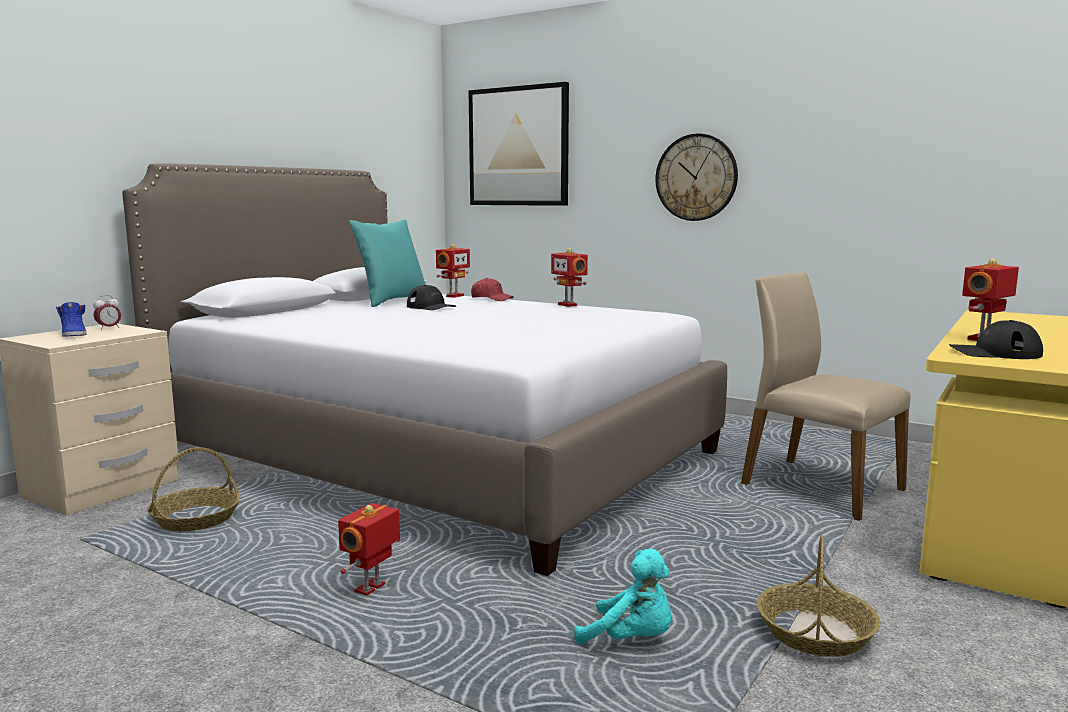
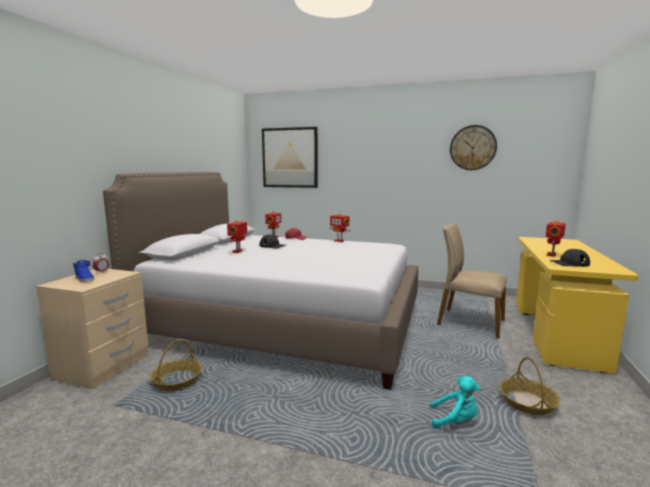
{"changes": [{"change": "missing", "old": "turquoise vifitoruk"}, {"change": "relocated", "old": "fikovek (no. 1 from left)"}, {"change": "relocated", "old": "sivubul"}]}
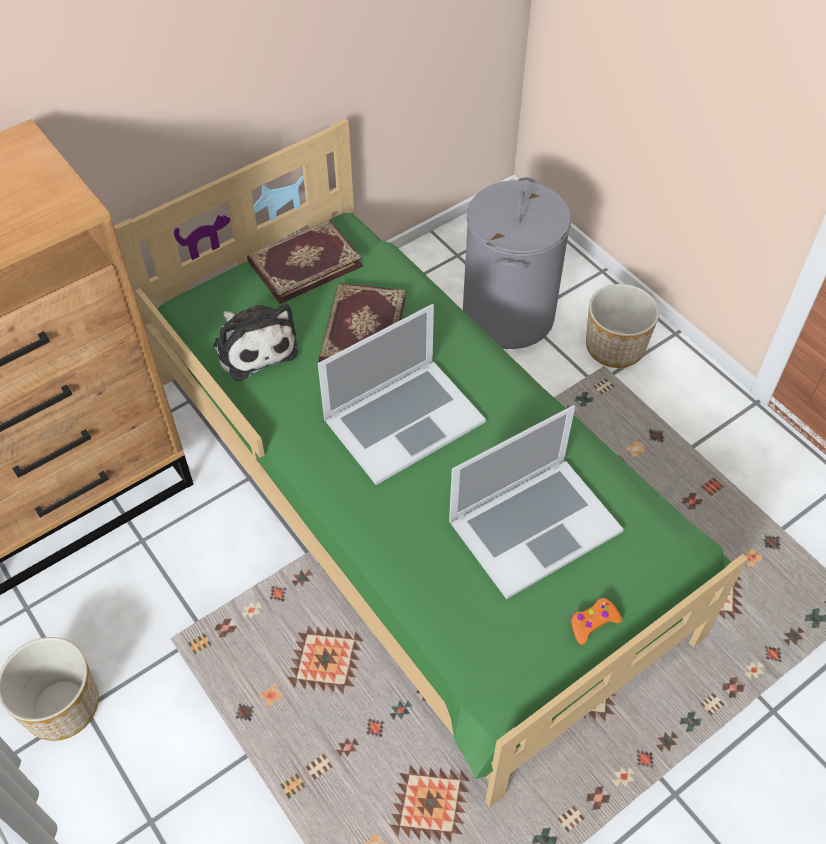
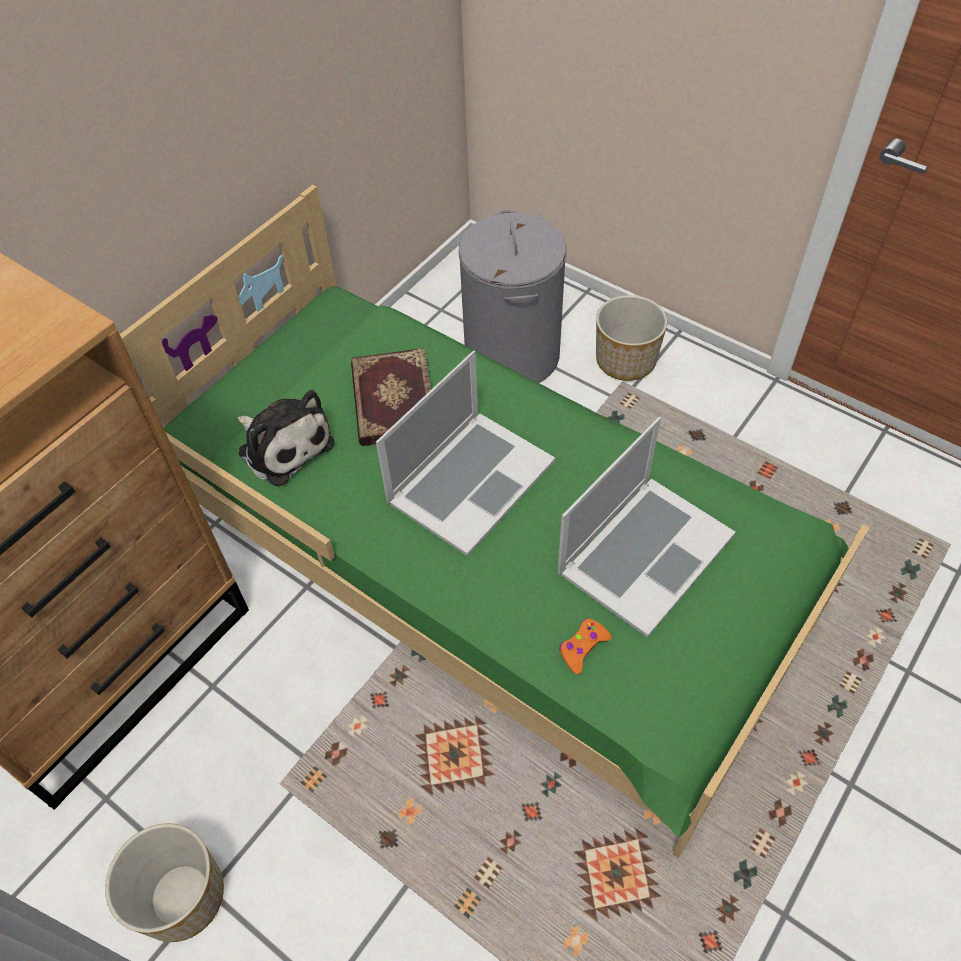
{"changes": [{"change": "missing", "old": "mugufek (no. 1 from left)"}, {"change": "relocated", "old": "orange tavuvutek"}]}
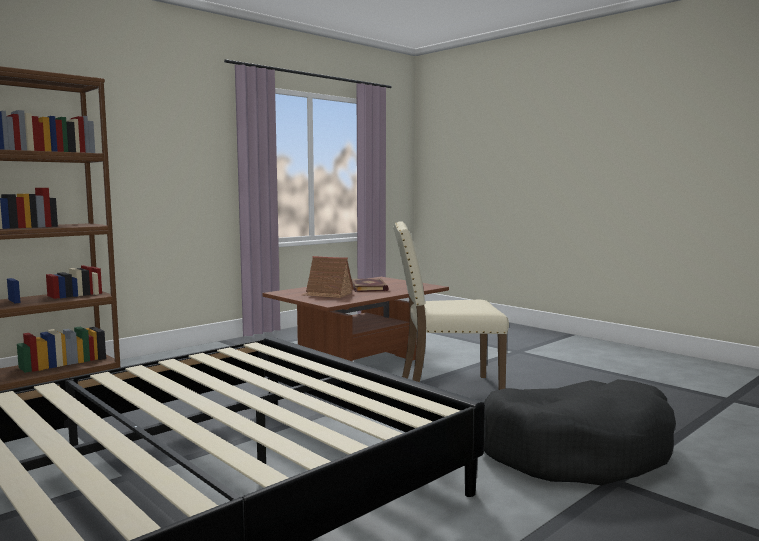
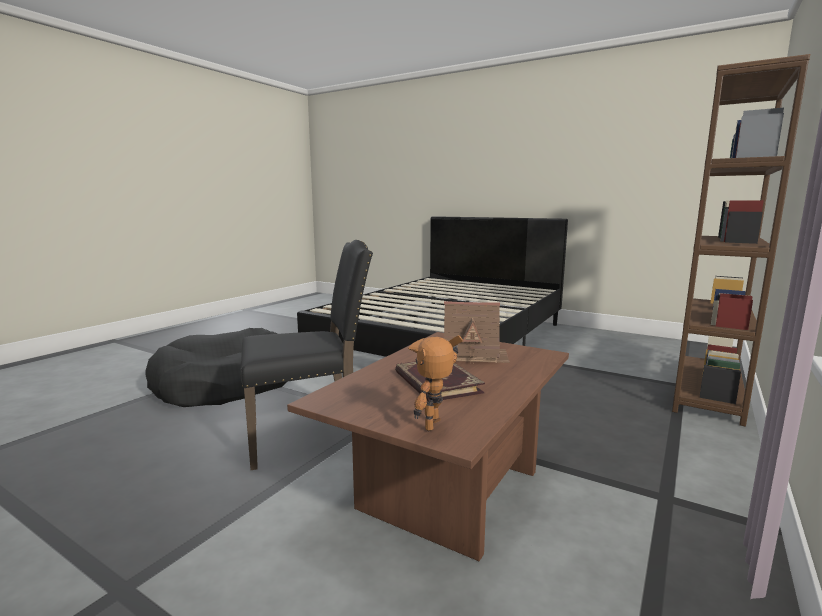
{"changes": [{"change": "appeared", "new": "fikovek"}, {"change": "colour", "old": "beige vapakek", "new": "black vapakek"}]}
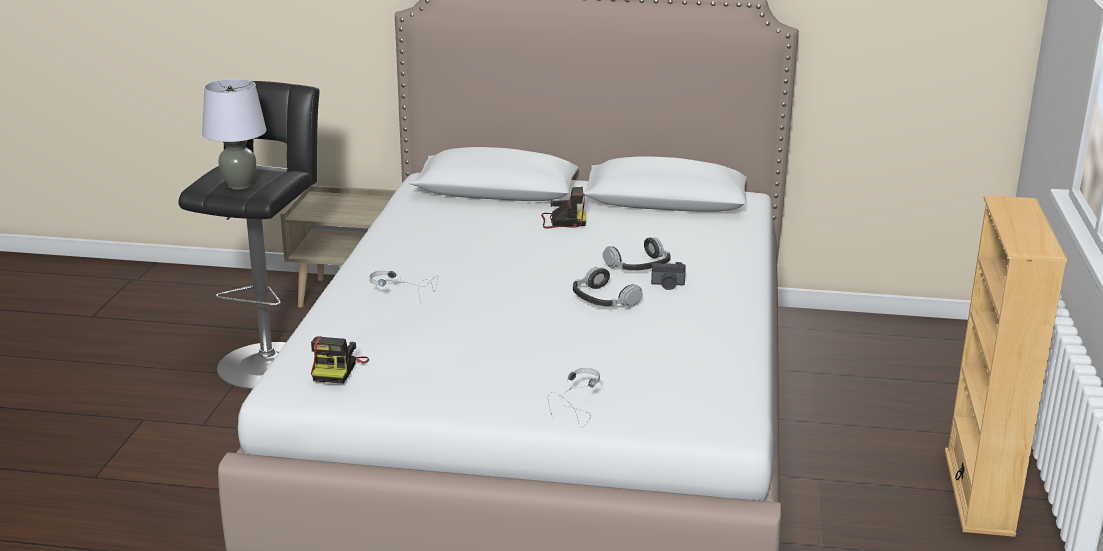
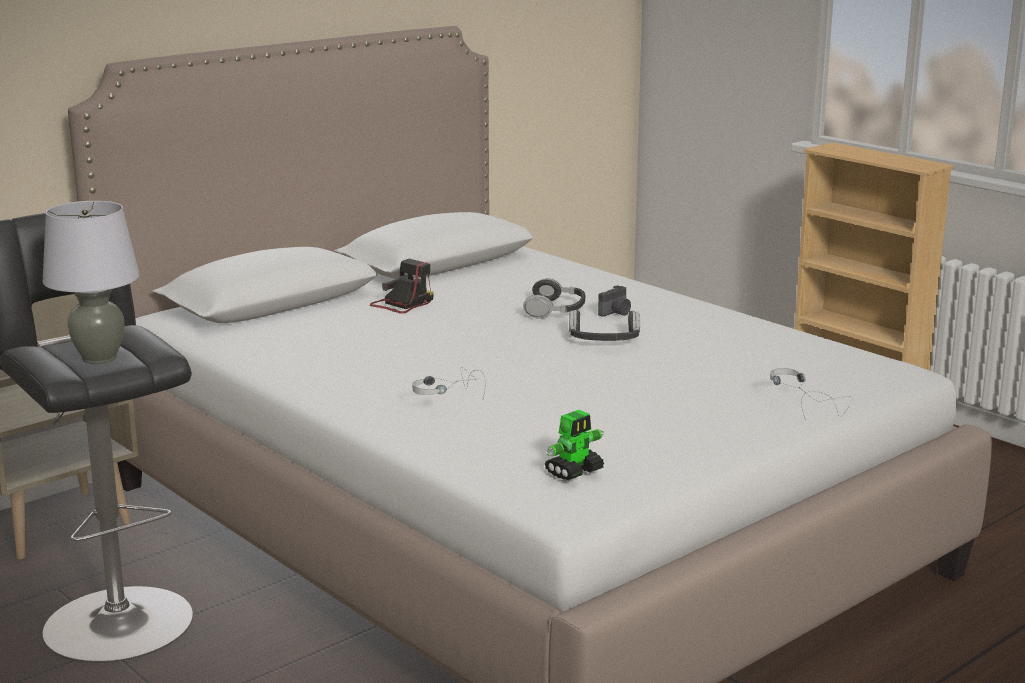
{"changes": [{"change": "exchanged", "old": "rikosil (no. 1 from left)", "new": "fikovek"}]}
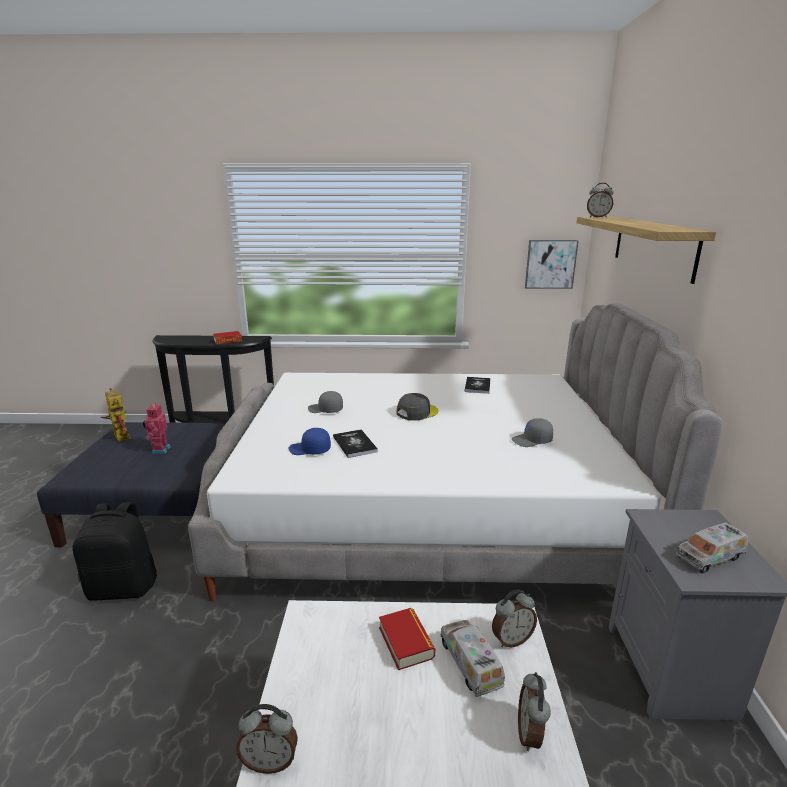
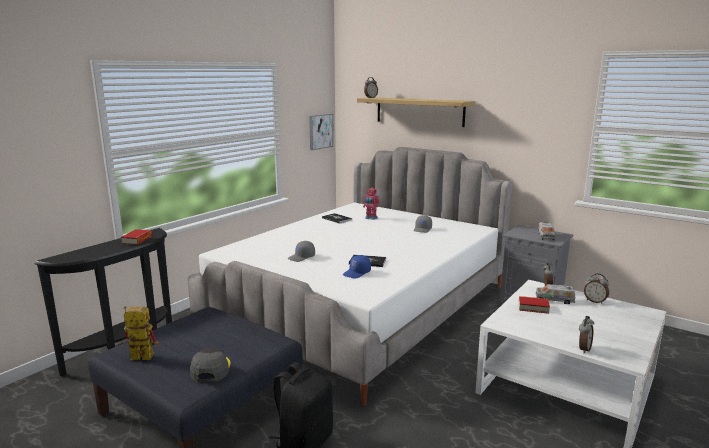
{"changes": [{"change": "relocated", "old": "fikovek (no. 2 from left)"}, {"change": "relocated", "old": "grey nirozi (no. 2 from left in the first image)", "new": "grey nirozi (no. 1 from left)"}]}
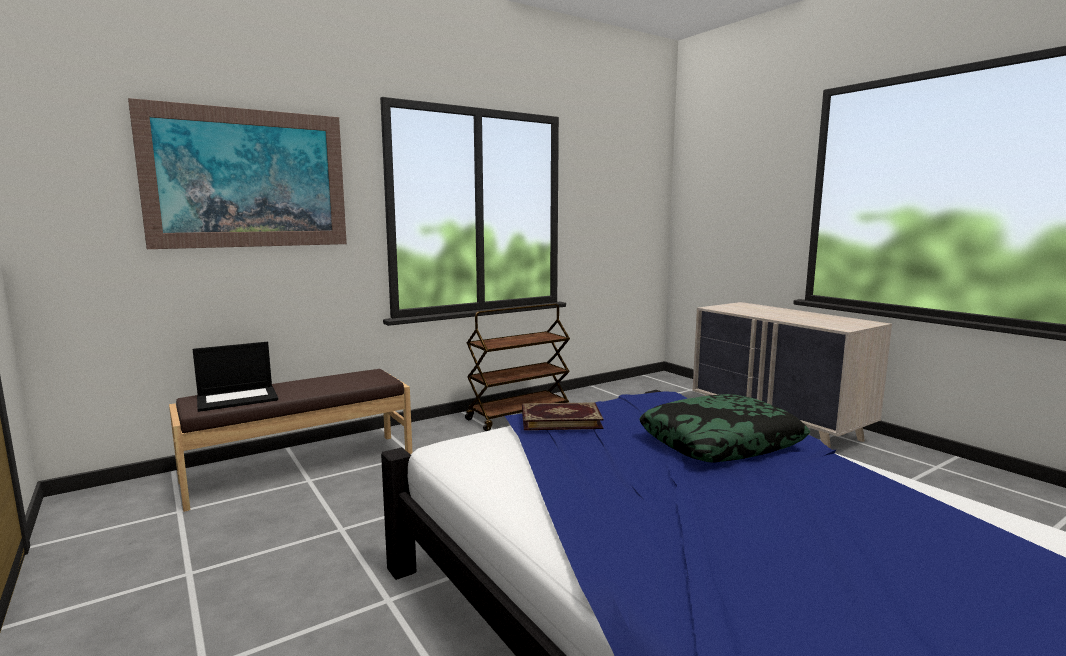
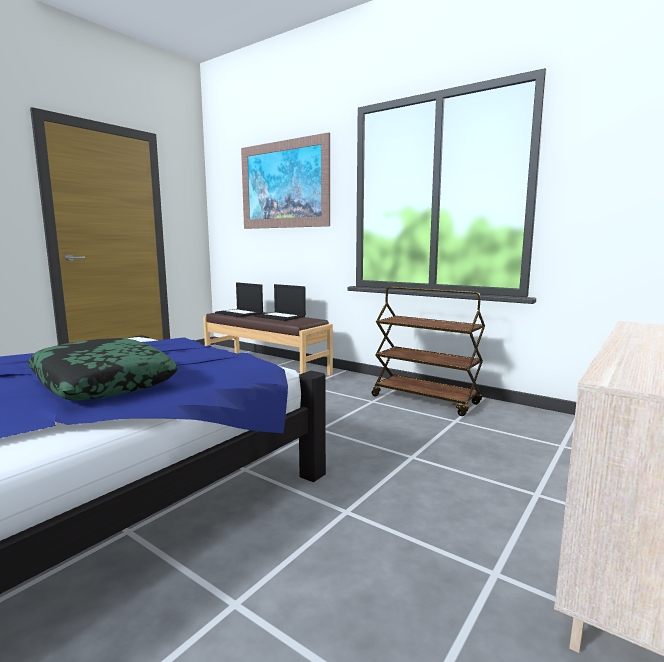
{"changes": [{"change": "missing", "old": "mugufek"}, {"change": "appeared", "new": "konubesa (no. 2 from left)"}]}
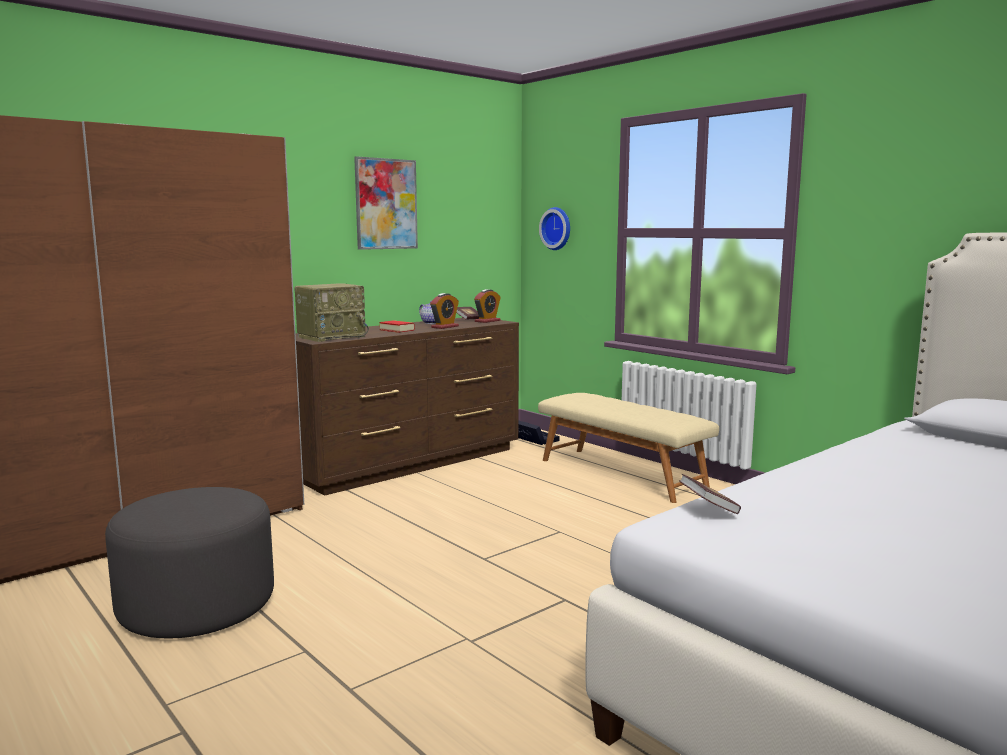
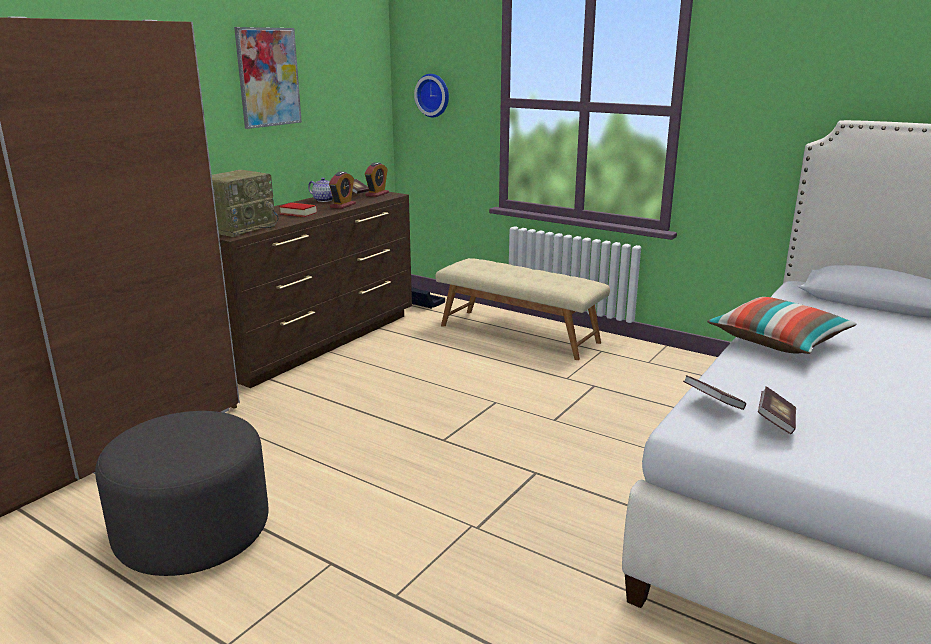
{"changes": [{"change": "appeared", "new": "vifitoruk"}, {"change": "appeared", "new": "mugufek (no. 4 from left)"}]}
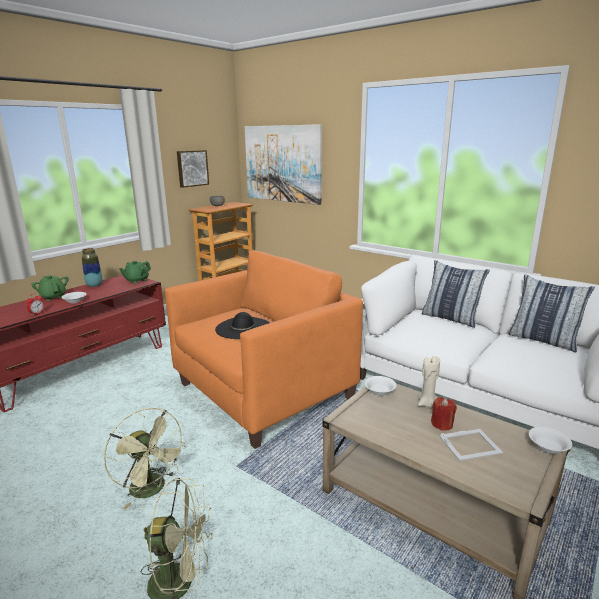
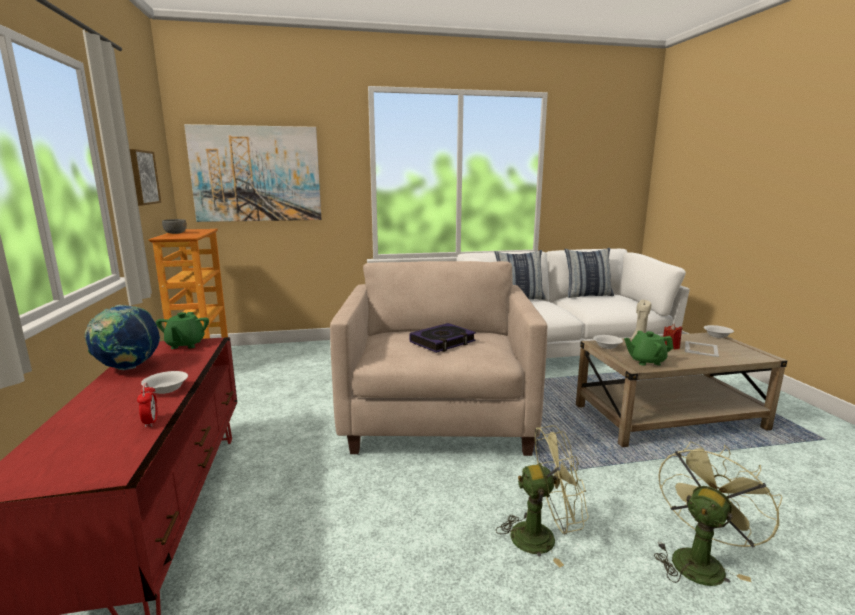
{"changes": [{"change": "relocated", "old": "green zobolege (no. 1 from left in the first image)", "new": "green zobolege (no. 2 from left)"}, {"change": "exchanged", "old": "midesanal", "new": "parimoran"}, {"change": "exchanged", "old": "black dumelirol", "new": "mugufek"}, {"change": "colour", "old": "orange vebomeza", "new": "beige vebomeza"}]}
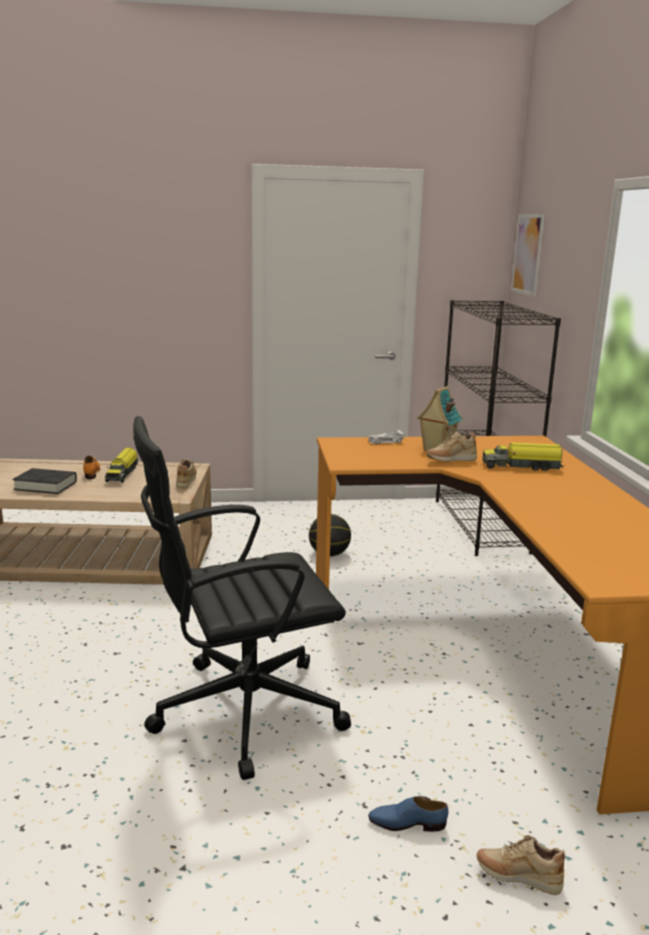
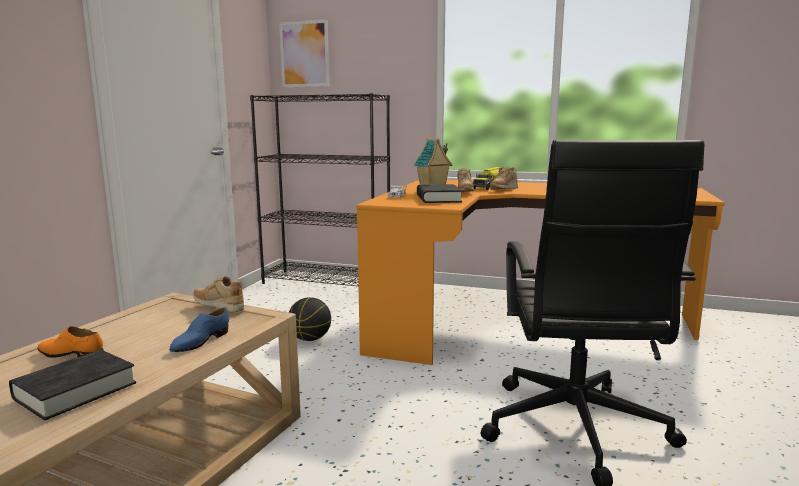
{"changes": [{"change": "missing", "old": "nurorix (no. 1 from left)"}, {"change": "appeared", "new": "black mugufek (no. 2 from left)"}, {"change": "relocated", "old": "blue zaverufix"}, {"change": "relocated", "old": "beige zaverufix (no. 3 from left)"}]}
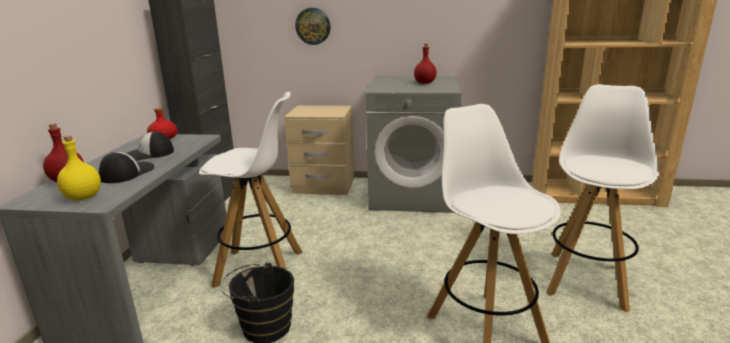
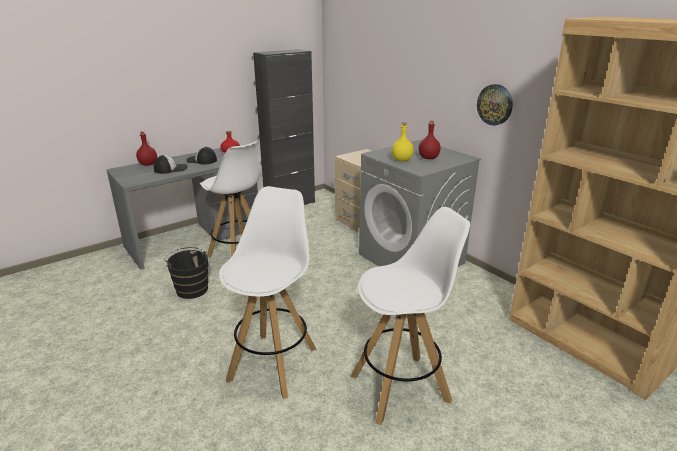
{"changes": [{"change": "relocated", "old": "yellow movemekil"}, {"change": "relocated", "old": "sivubul"}]}
